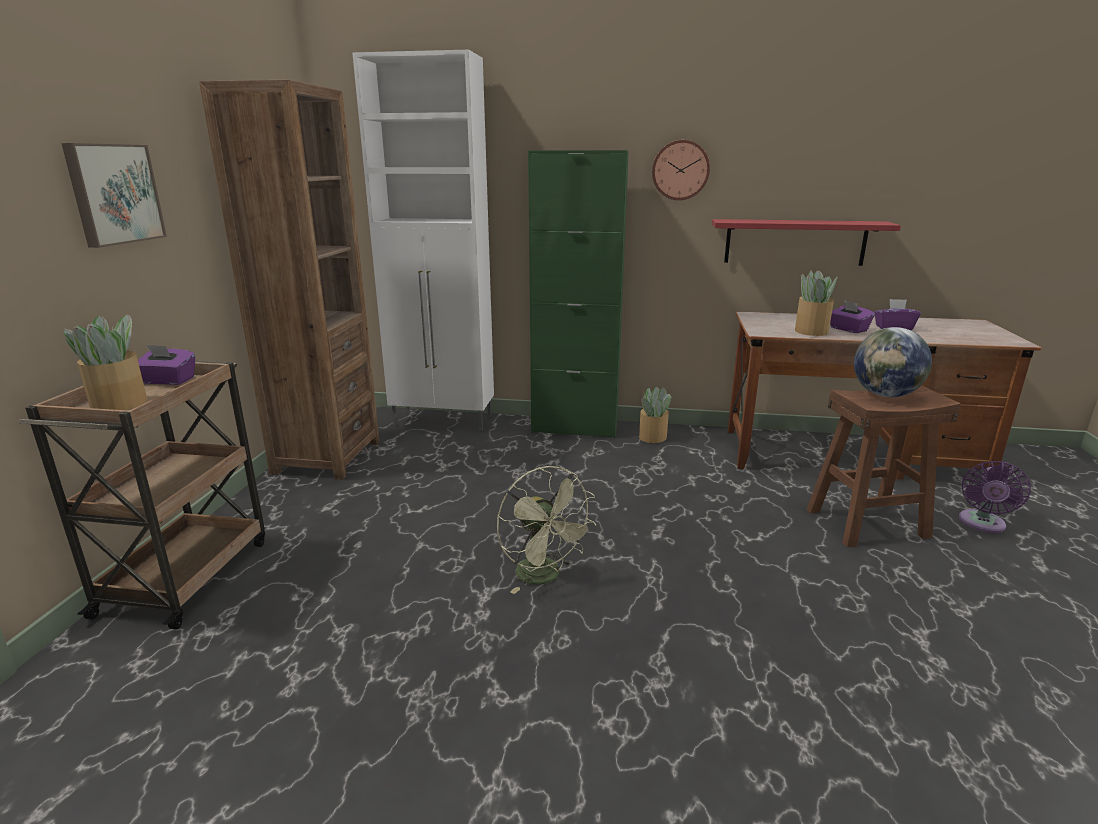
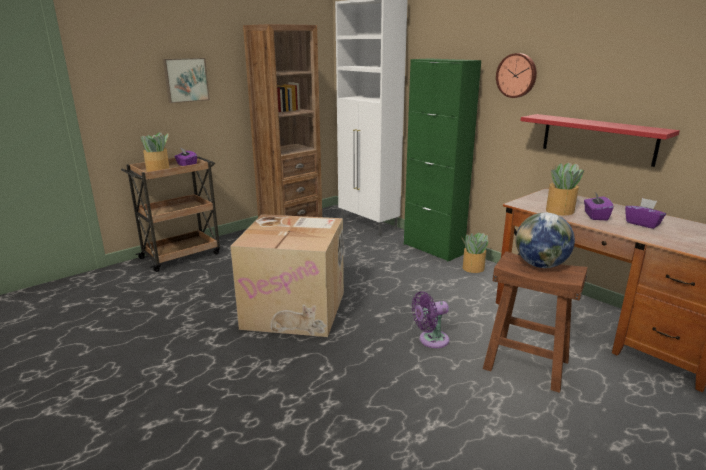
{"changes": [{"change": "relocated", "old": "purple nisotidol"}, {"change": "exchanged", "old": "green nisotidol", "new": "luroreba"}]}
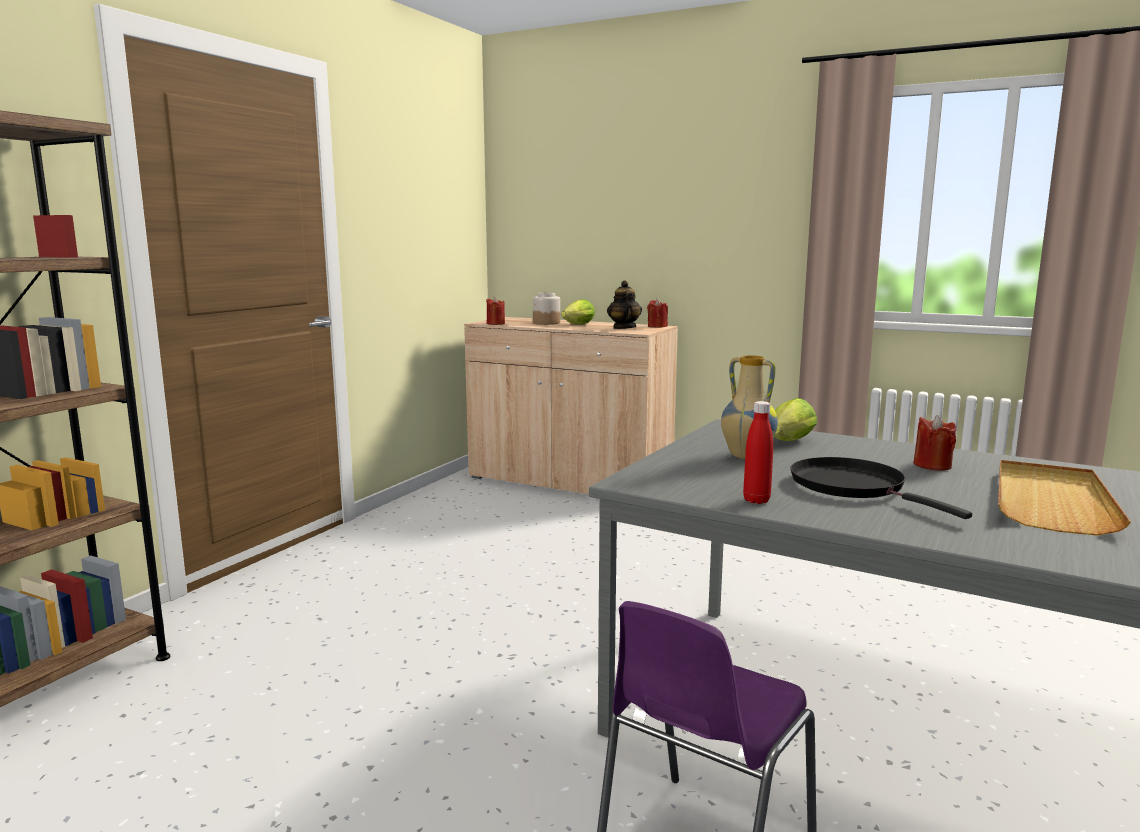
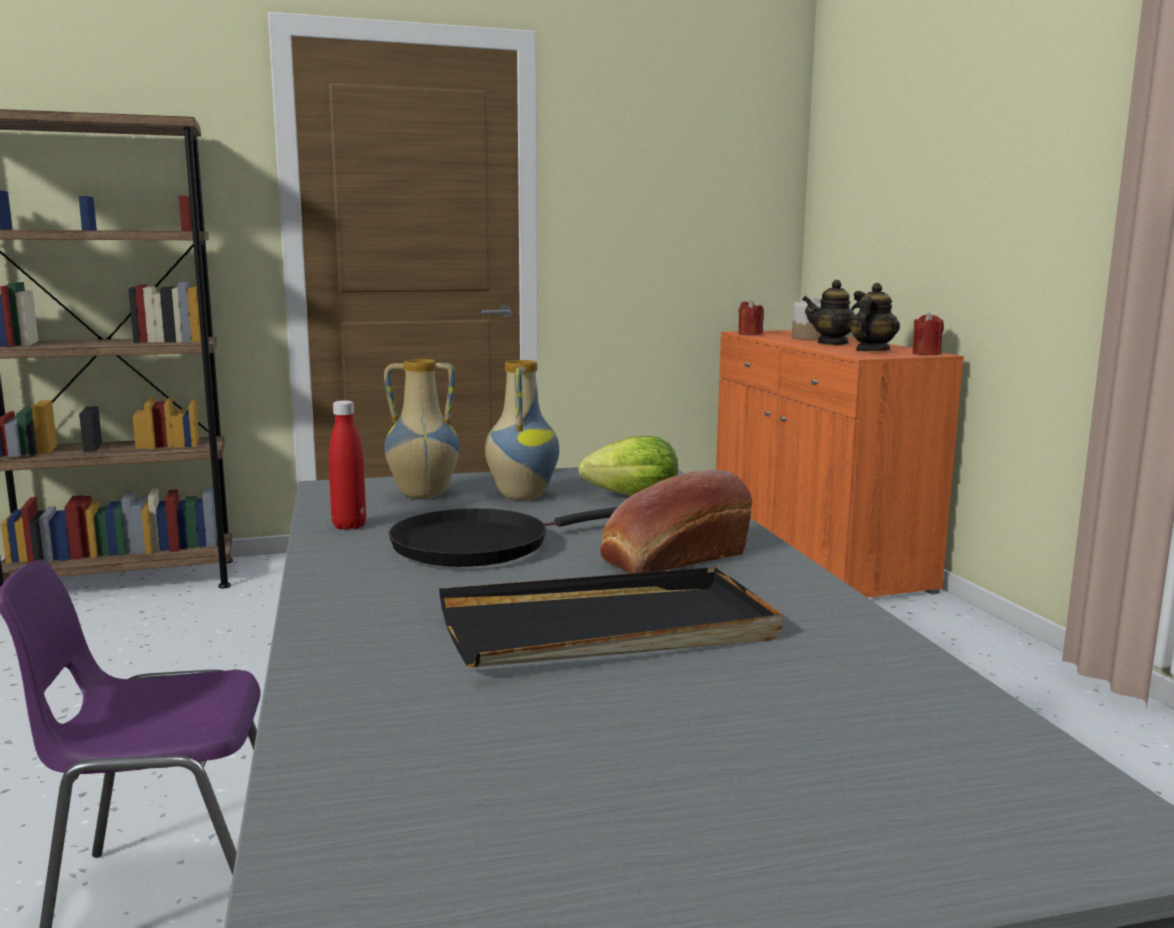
{"changes": [{"change": "appeared", "new": "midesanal (no. 1 from left)"}, {"change": "exchanged", "old": "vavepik (no. 1 from left)", "new": "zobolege (no. 1 from left)"}, {"change": "exchanged", "old": "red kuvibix (no. 3 from left)", "new": "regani"}, {"change": "colour", "old": "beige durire", "new": "orange durire"}, {"change": "colour", "old": "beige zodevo", "new": "black zodevo"}, {"change": "spun", "old": "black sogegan", "degrees": -135}]}
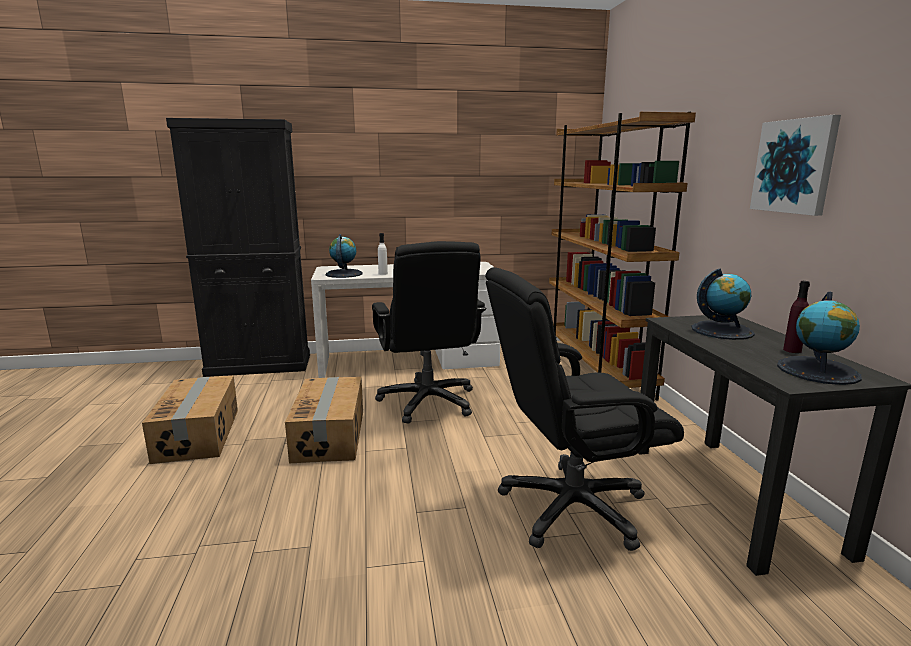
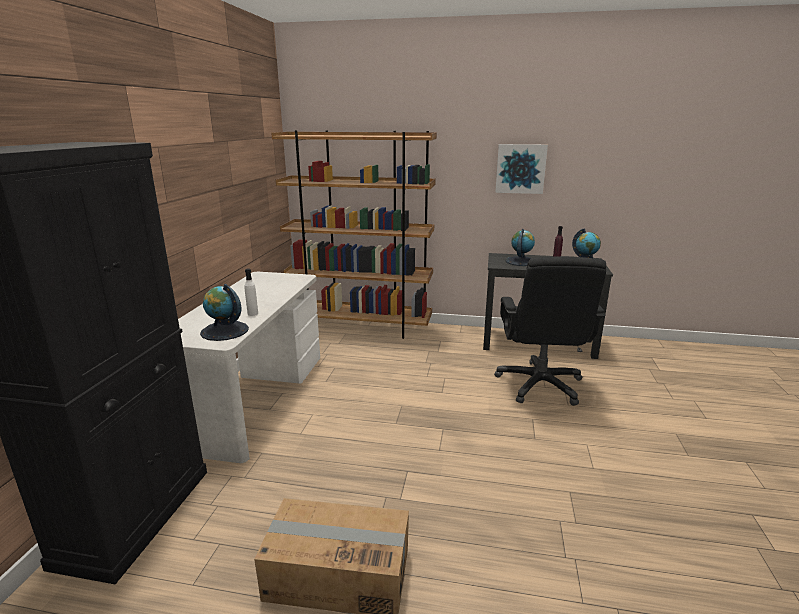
{"changes": [{"change": "missing", "old": "luroreba (no. 2 from left)"}, {"change": "missing", "old": "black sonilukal (no. 1 from left)"}]}
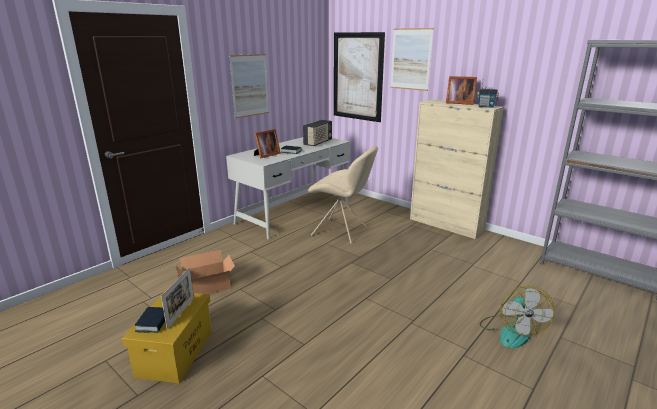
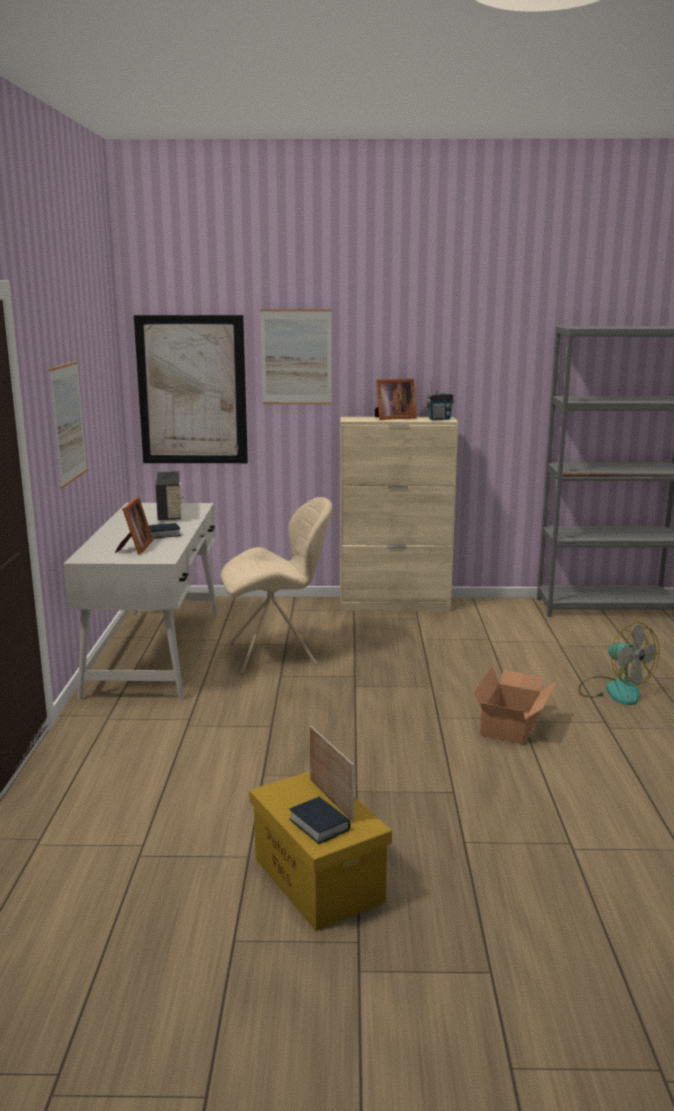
{"changes": [{"change": "relocated", "old": "luroreba"}]}
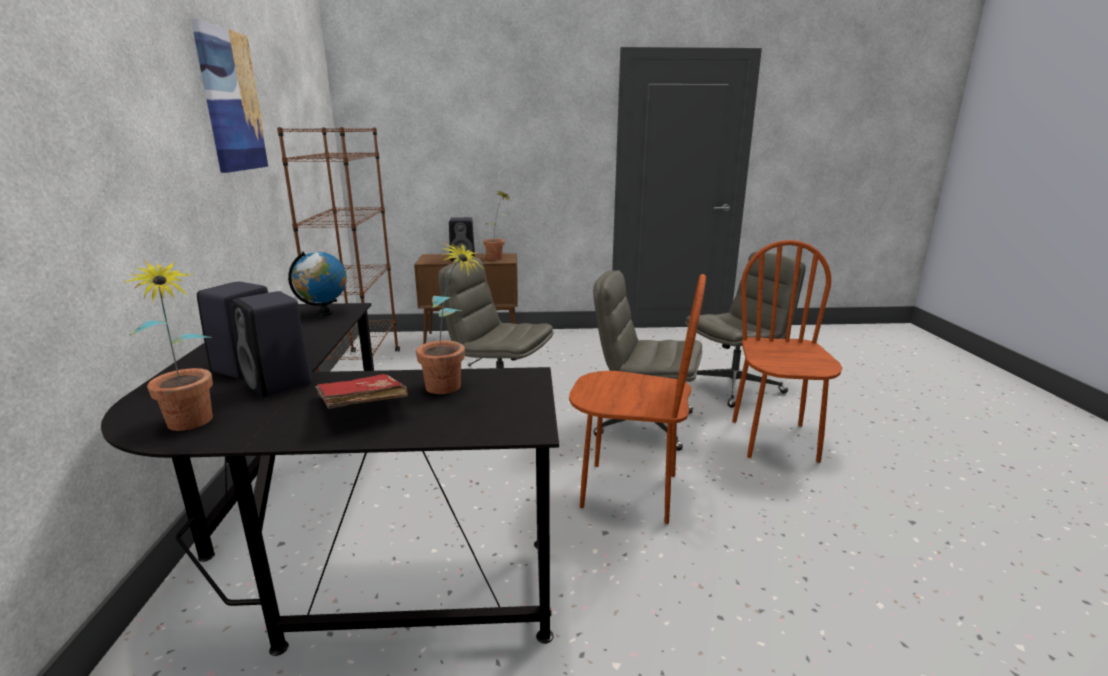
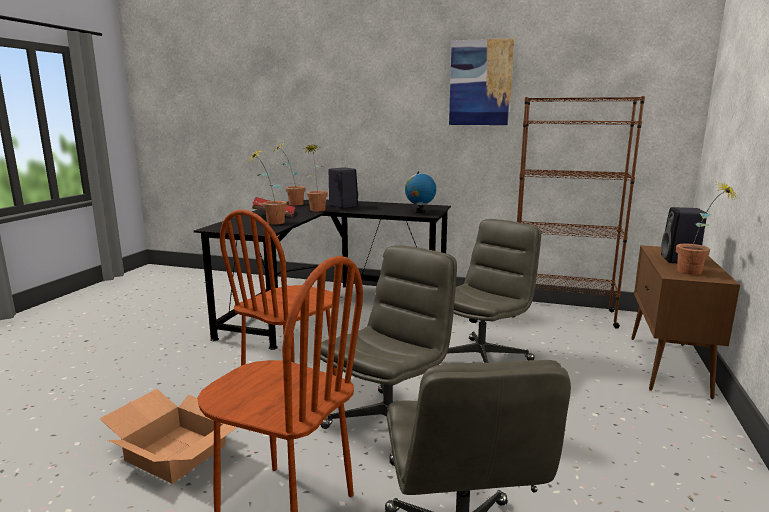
{"changes": [{"change": "appeared", "new": "luroreba"}, {"change": "exchanged", "old": "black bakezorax (no. 2 from left)", "new": "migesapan (no. 3 from left)"}]}
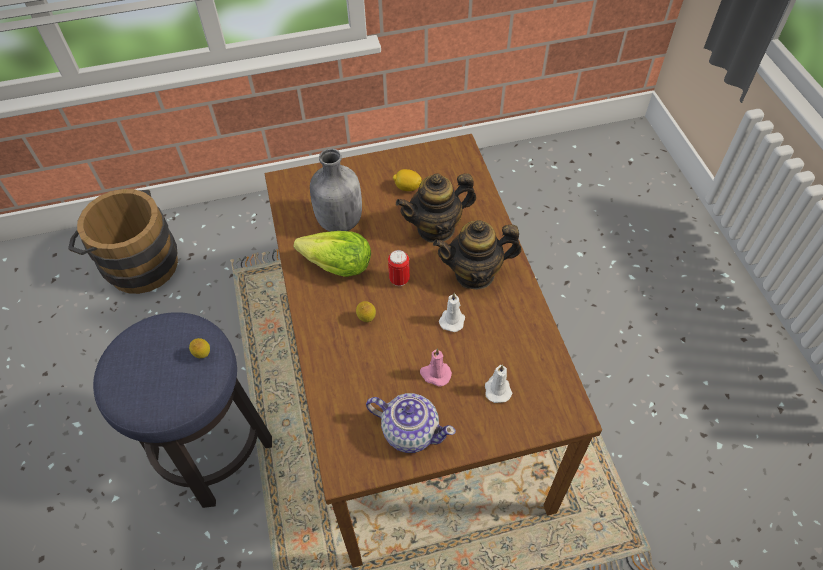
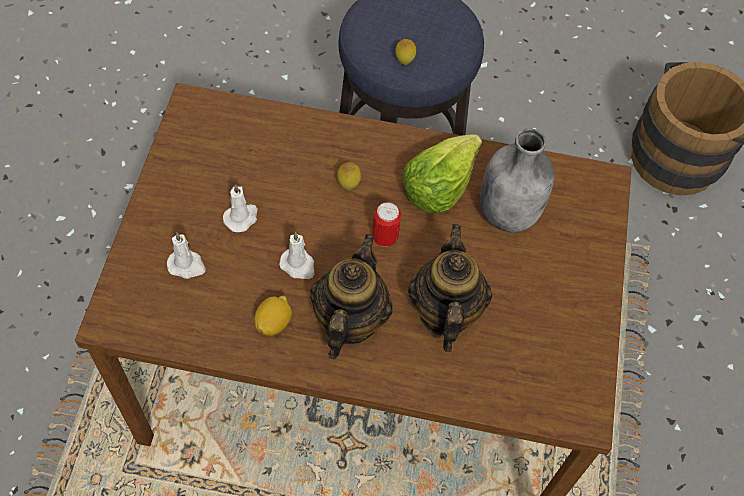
{"changes": [{"change": "missing", "old": "zobolege (no. 1 from left)"}, {"change": "relocated", "old": "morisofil (no. 3 from left in the first image)", "new": "morisofil (no. 1 from left)"}, {"change": "colour", "old": "pink kuvibix", "new": "white kuvibix (no. 2 from left)"}]}
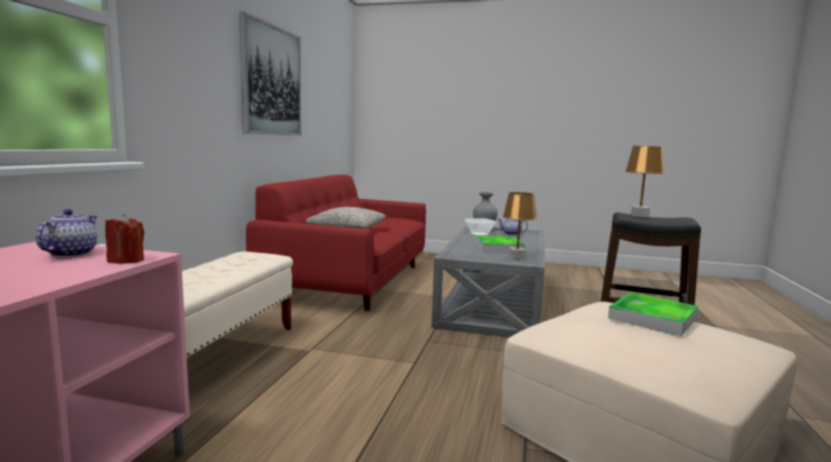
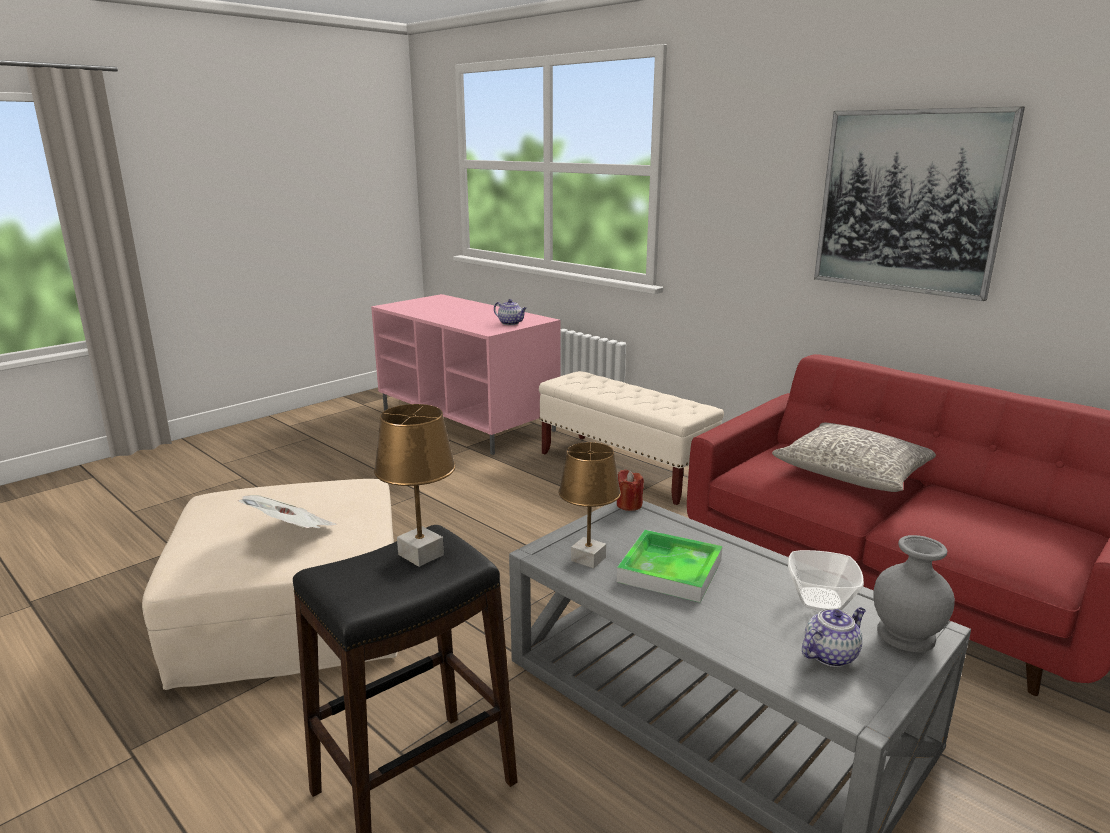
{"changes": [{"change": "relocated", "old": "red kuvibix"}, {"change": "exchanged", "old": "zodevo (no. 2 from left)", "new": "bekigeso"}]}
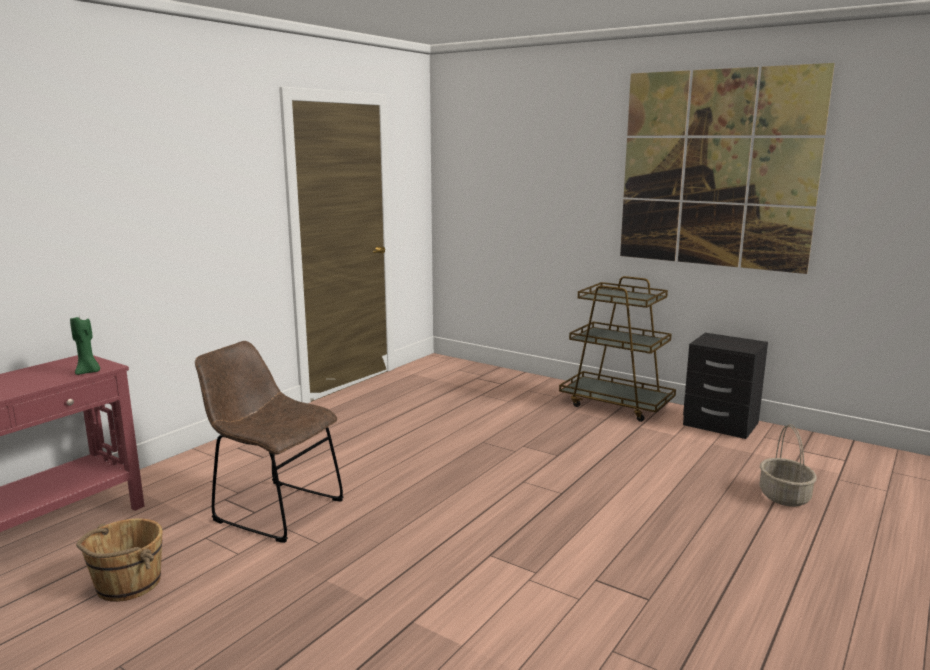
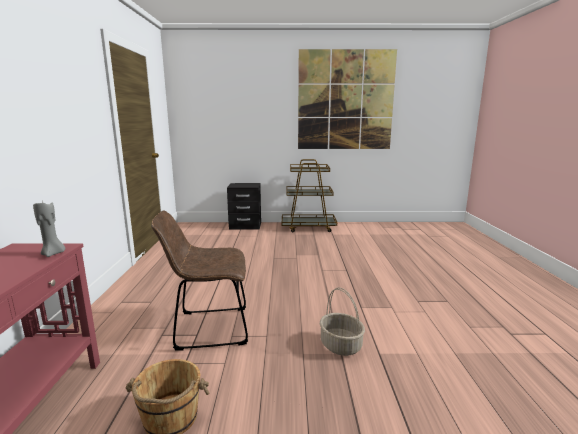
{"changes": [{"change": "relocated", "old": "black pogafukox"}, {"change": "relocated", "old": "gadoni"}, {"change": "colour", "old": "green kuvibix", "new": "grey kuvibix"}]}
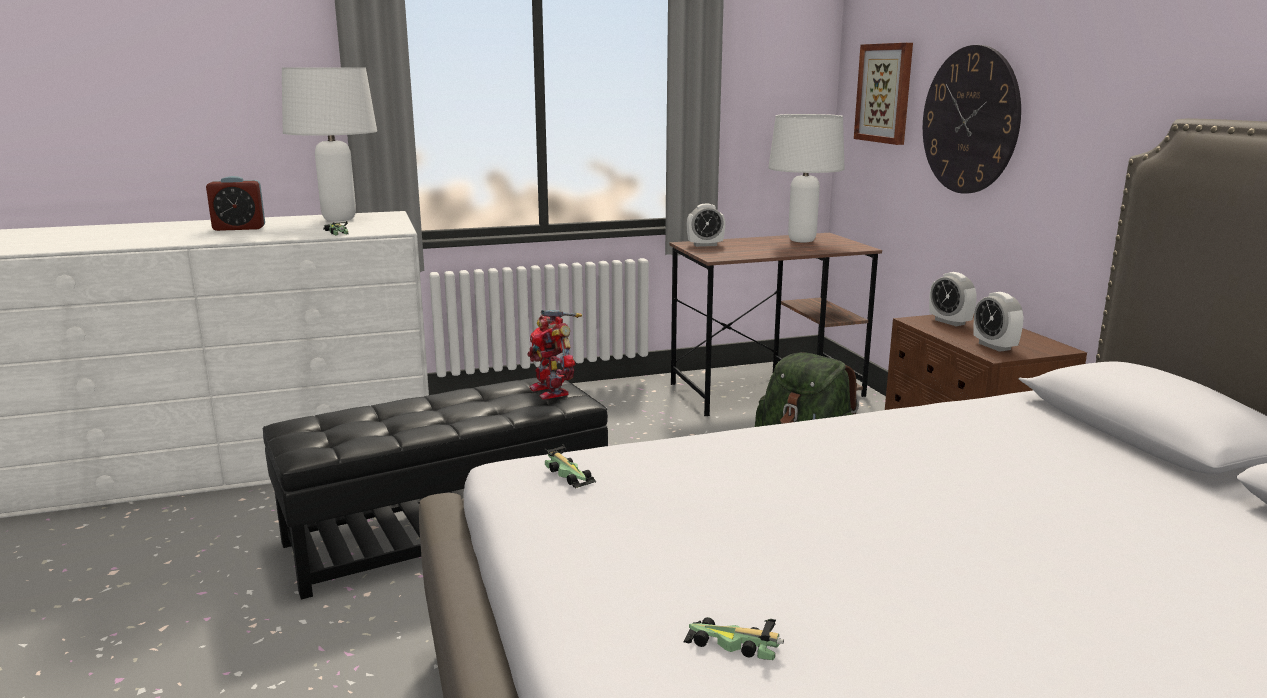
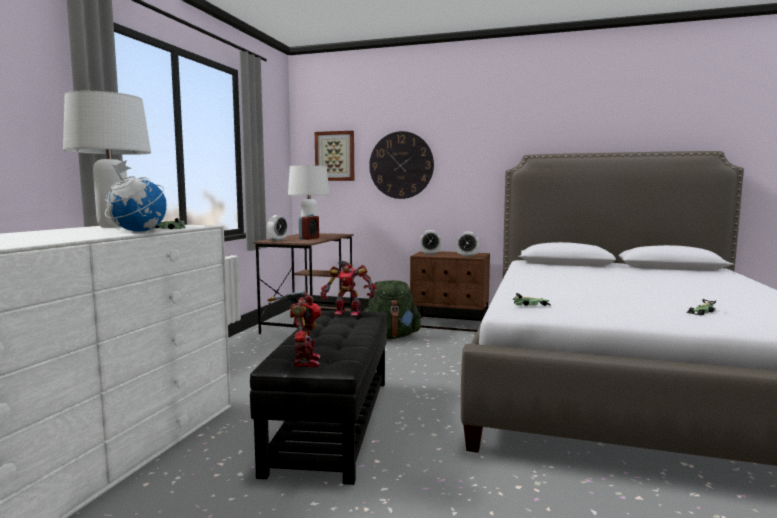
{"changes": [{"change": "appeared", "new": "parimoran"}, {"change": "appeared", "new": "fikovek (no. 1 from left)"}, {"change": "relocated", "old": "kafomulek (no. 1 from left in the first image)", "new": "kafomulek (no. 2 from left)"}]}
